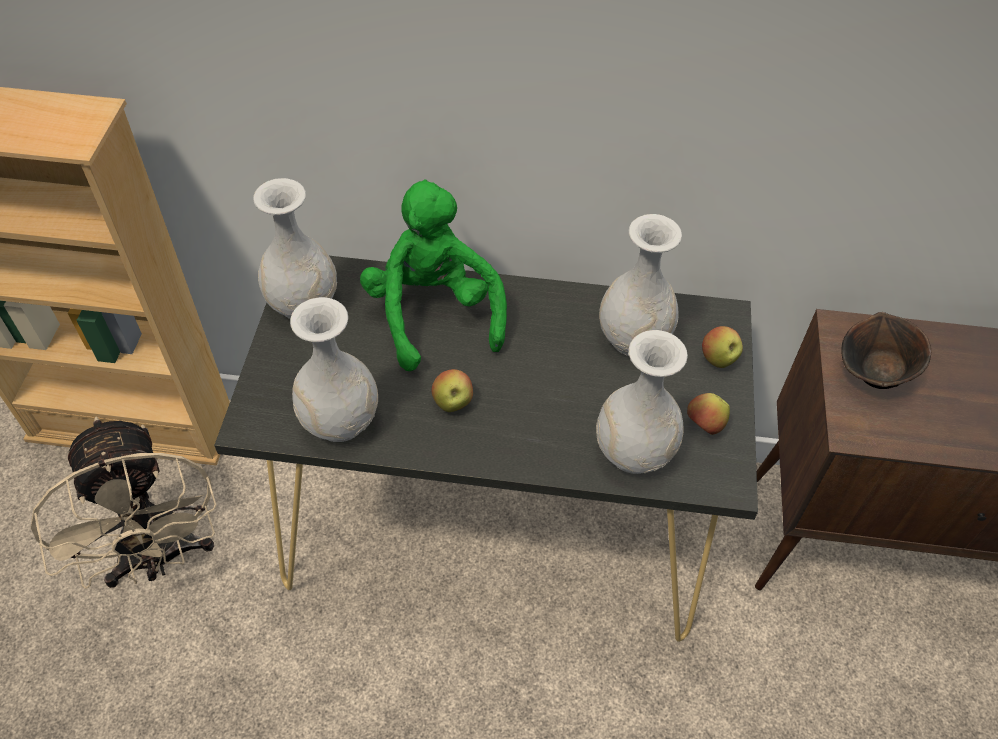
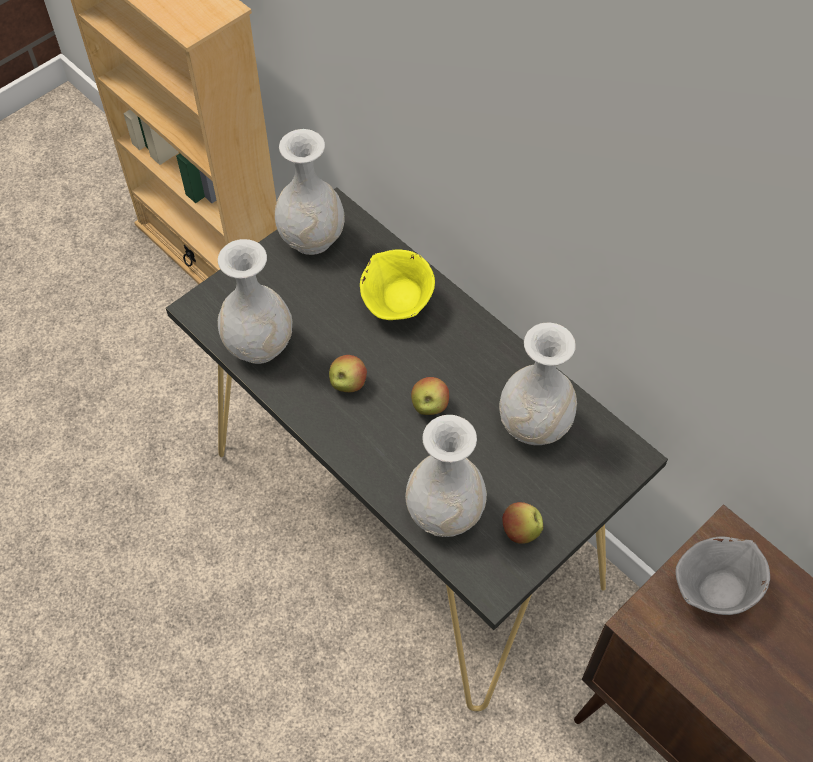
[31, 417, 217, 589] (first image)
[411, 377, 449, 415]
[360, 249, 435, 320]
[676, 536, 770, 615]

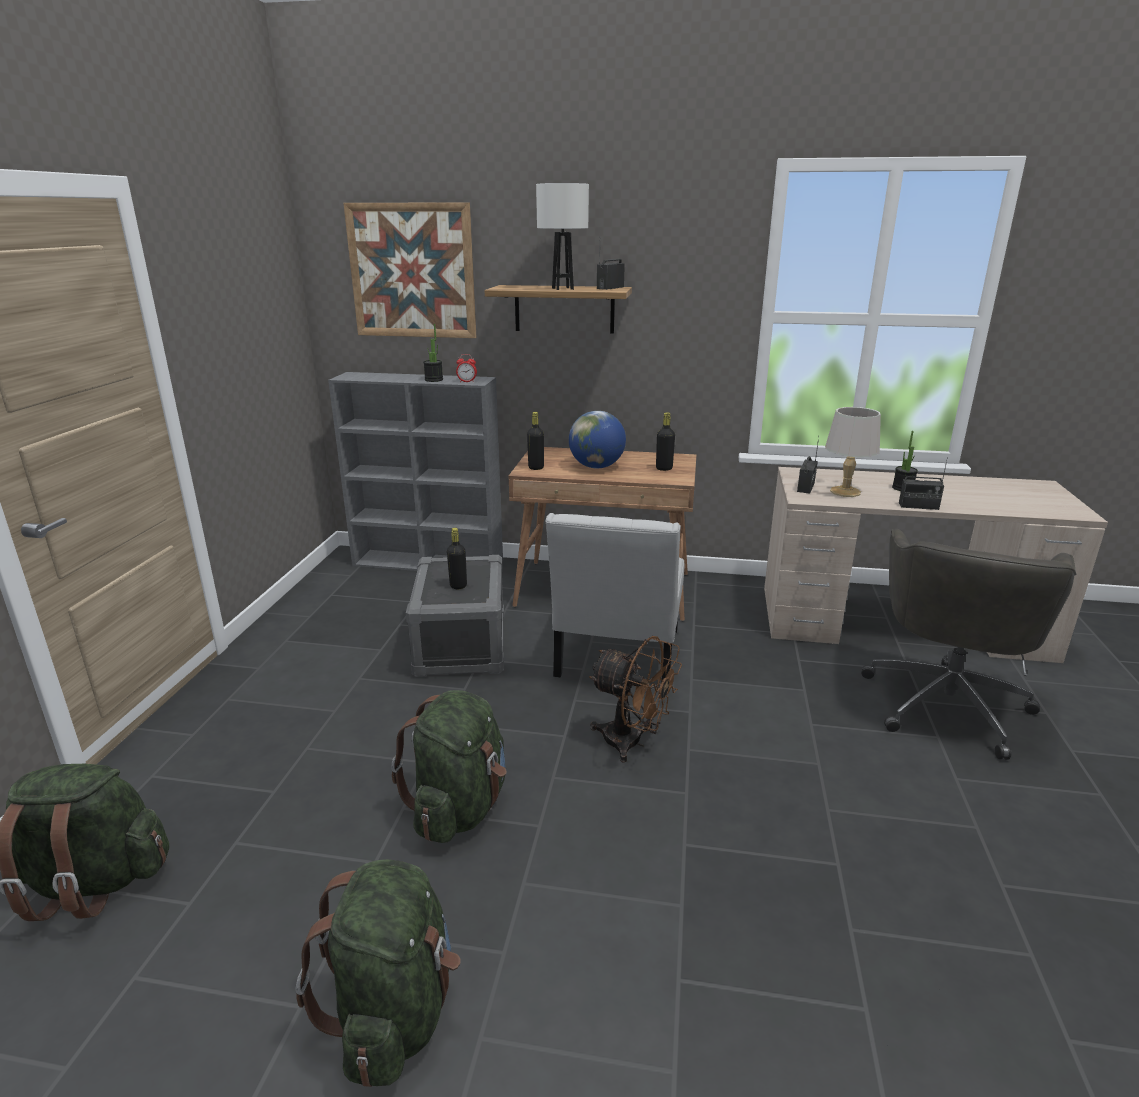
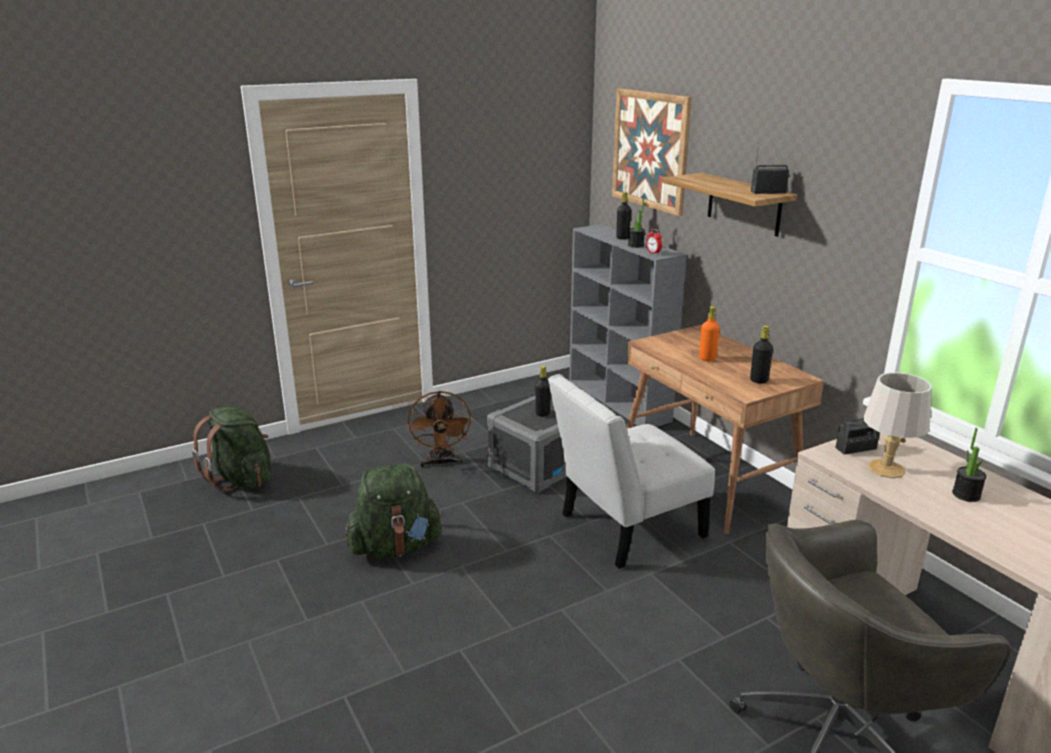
[296, 859, 461, 1087] (first image)
[536, 183, 589, 290] (first image)
[899, 457, 948, 510] (first image)
[616, 192, 631, 239]
[408, 391, 472, 468]
[699, 306, 720, 361]

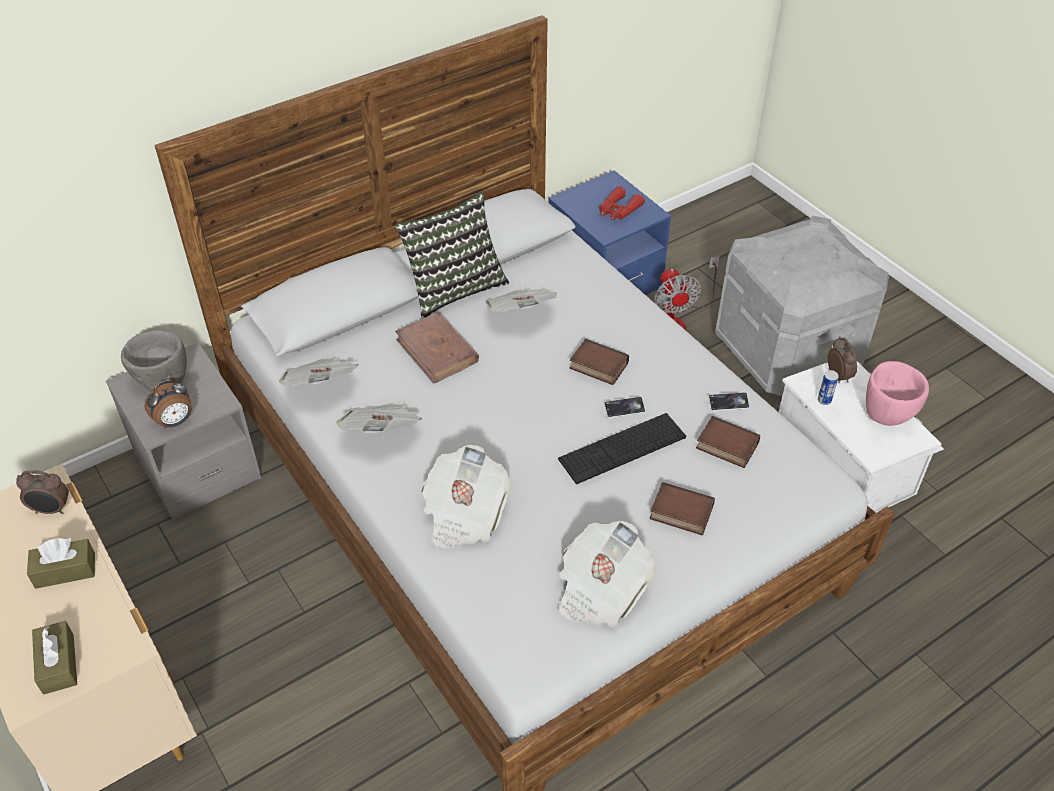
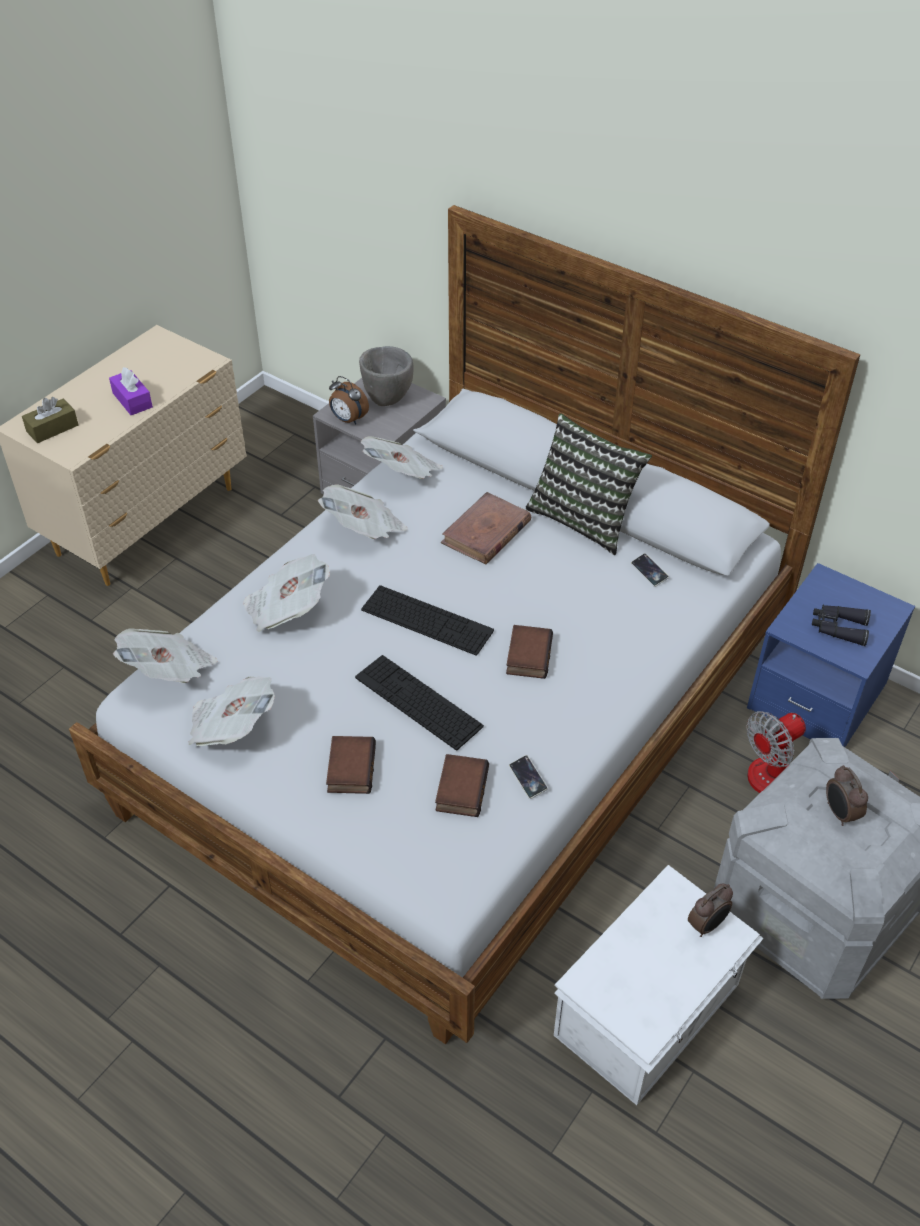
[818, 370, 839, 405] (first image)
[866, 361, 929, 426] (first image)
[361, 585, 494, 656]
[826, 765, 868, 826]
[113, 628, 217, 683]
[631, 553, 669, 587]
[109, 367, 153, 415]
[812, 605, 871, 646]

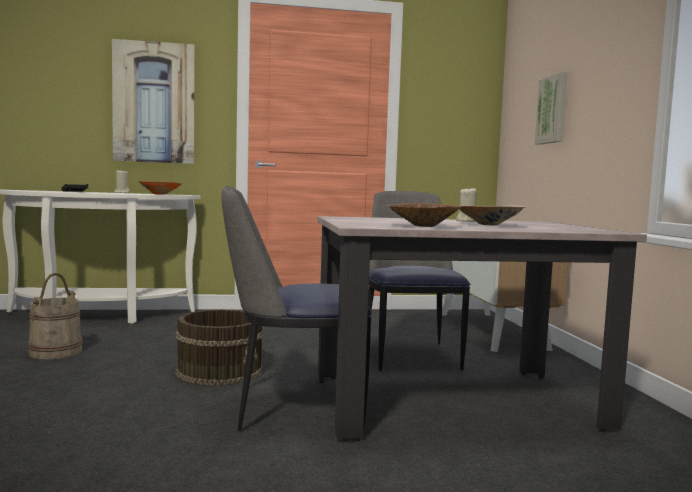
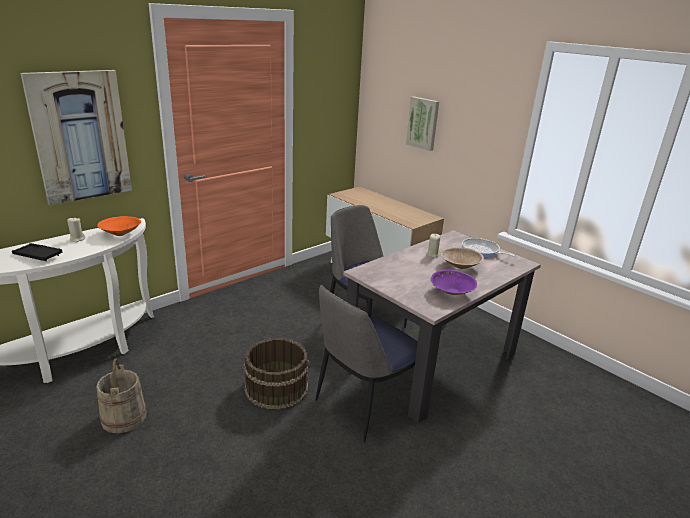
[462, 238, 517, 257]
[431, 270, 477, 295]

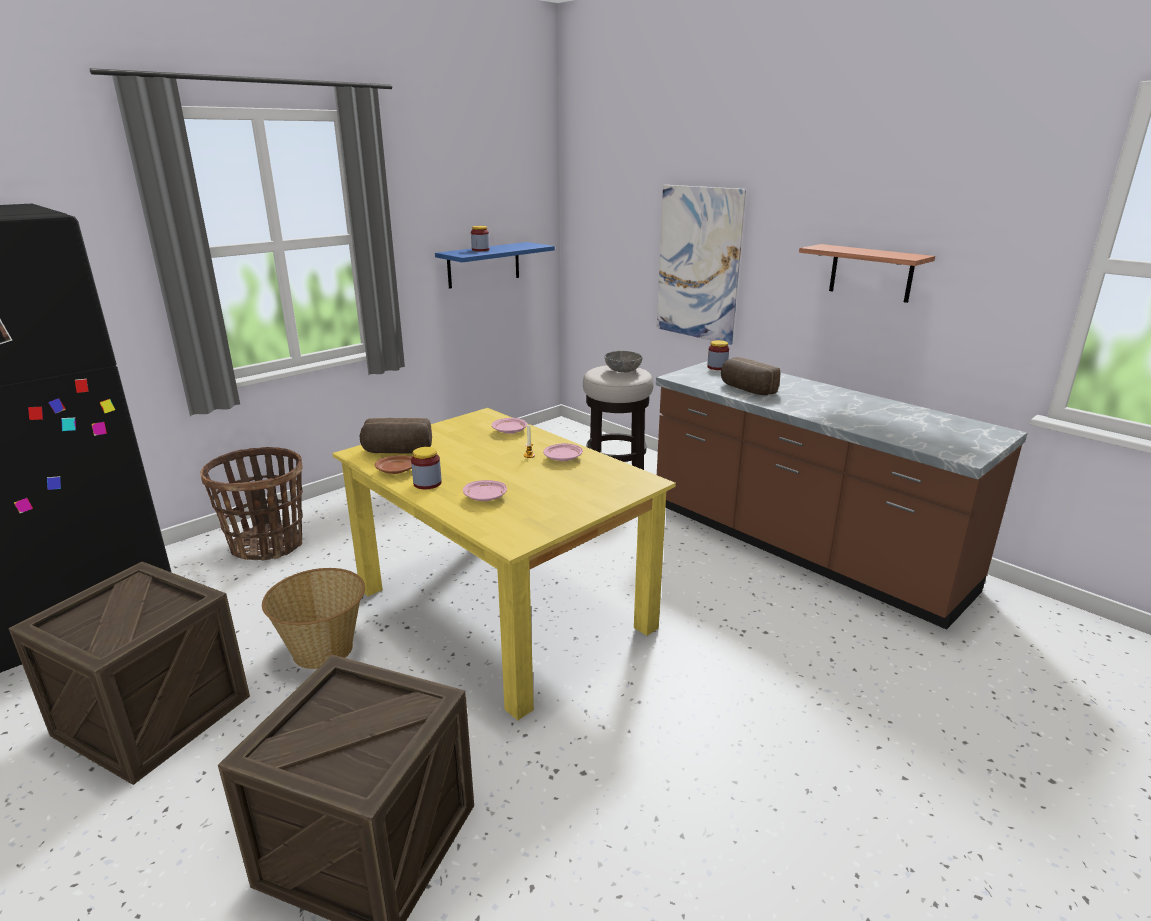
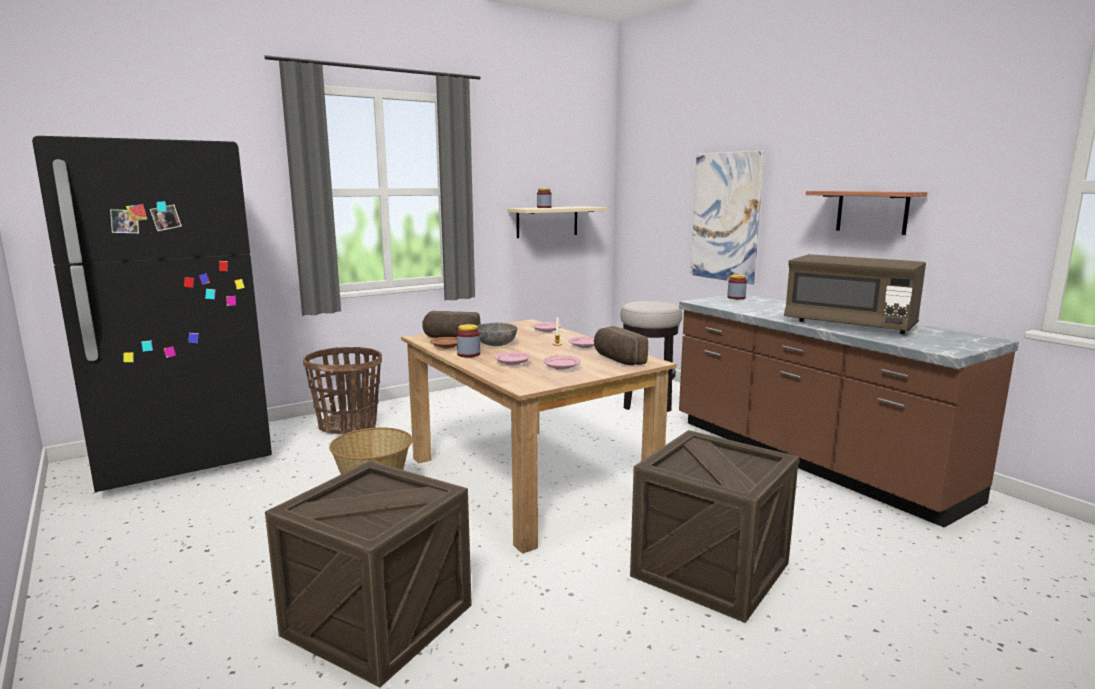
[543, 355, 580, 370]
[784, 254, 926, 334]
[630, 430, 799, 623]
[477, 323, 517, 346]
[594, 326, 648, 365]
[401, 319, 677, 554]
[507, 206, 607, 238]

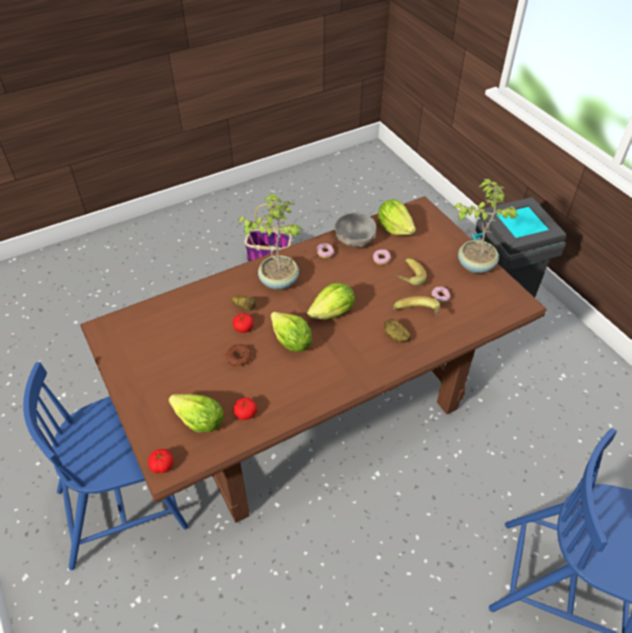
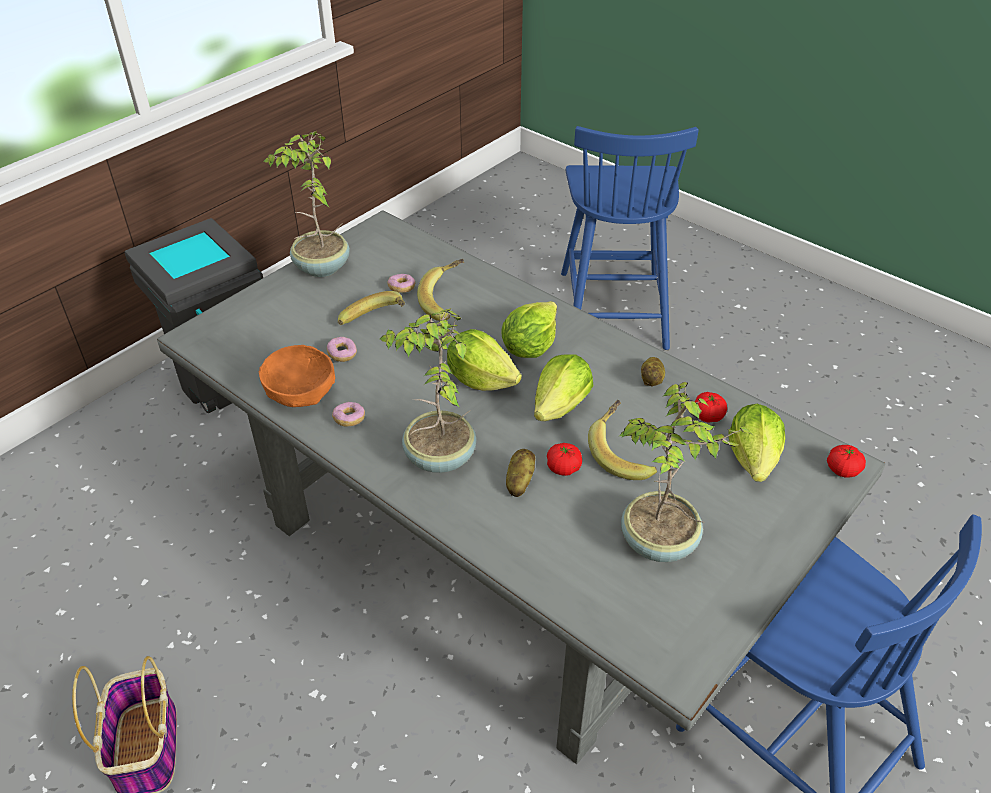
[618, 382, 754, 562]
[501, 301, 557, 358]
[641, 357, 665, 386]
[588, 400, 657, 480]
[157, 210, 885, 764]
[259, 345, 335, 407]

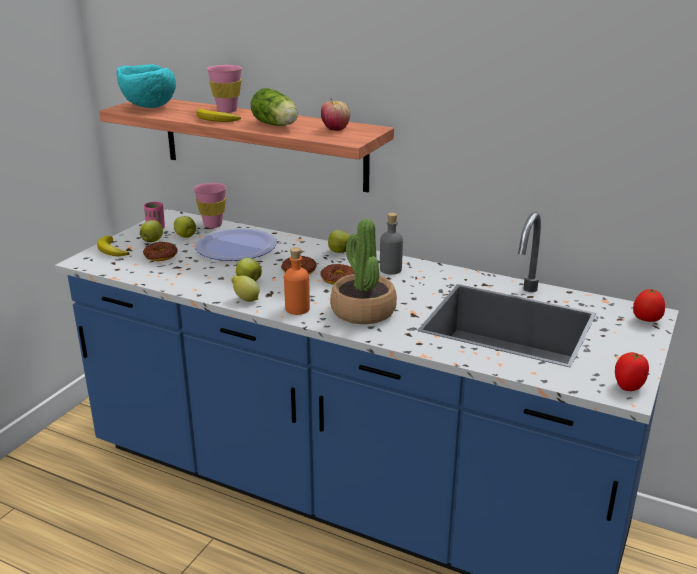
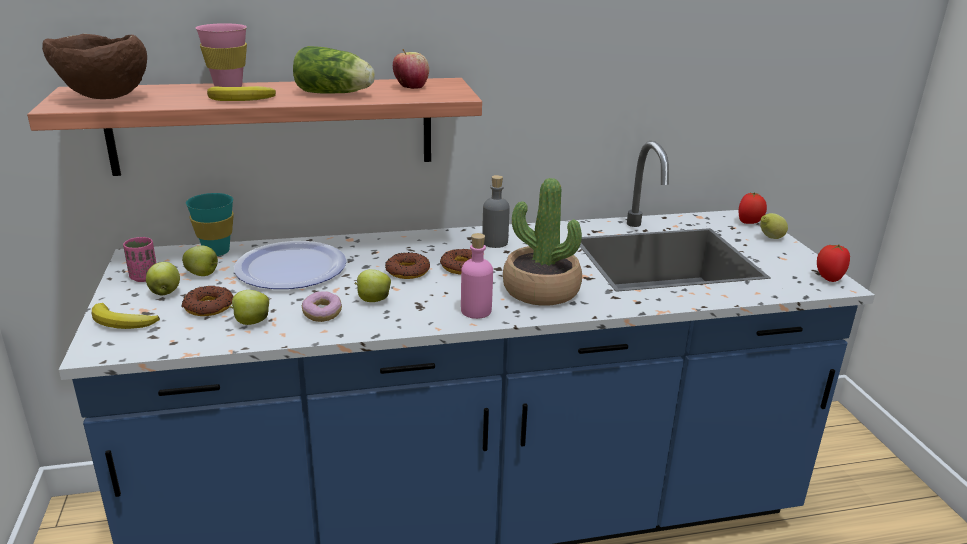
[302, 291, 342, 322]
[760, 213, 788, 239]
[229, 290, 269, 325]
[42, 34, 147, 99]
[186, 193, 234, 256]
[461, 233, 493, 319]

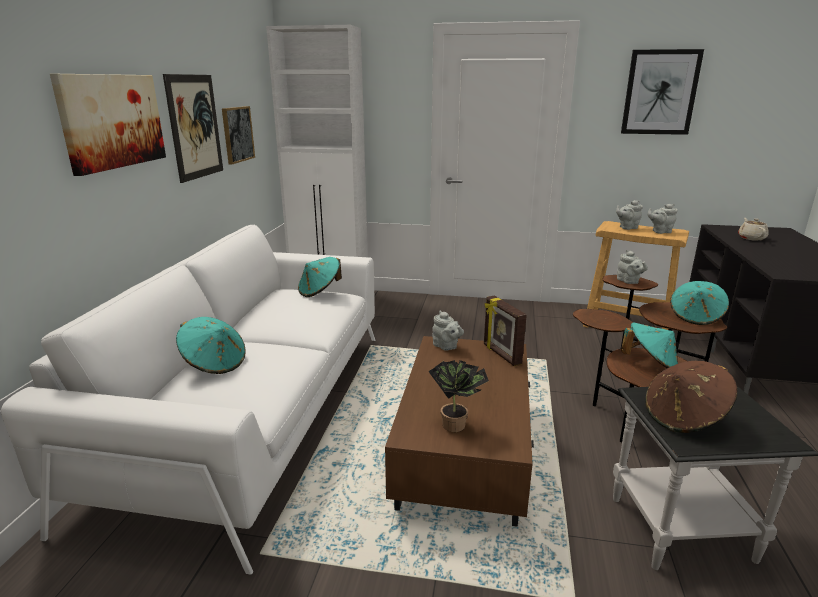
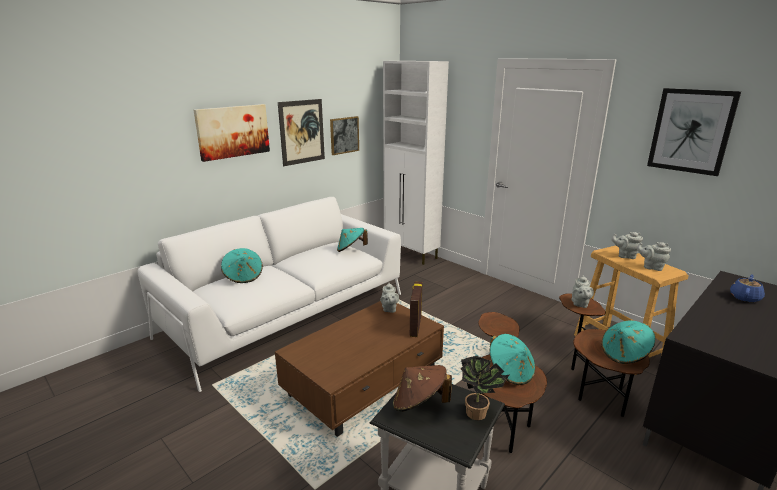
[460, 356, 509, 420]
[730, 274, 765, 302]

